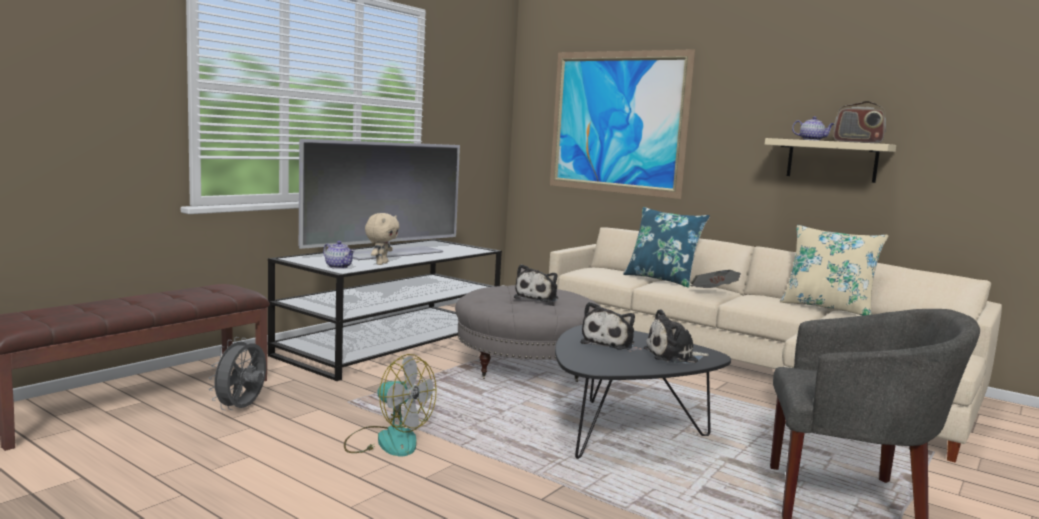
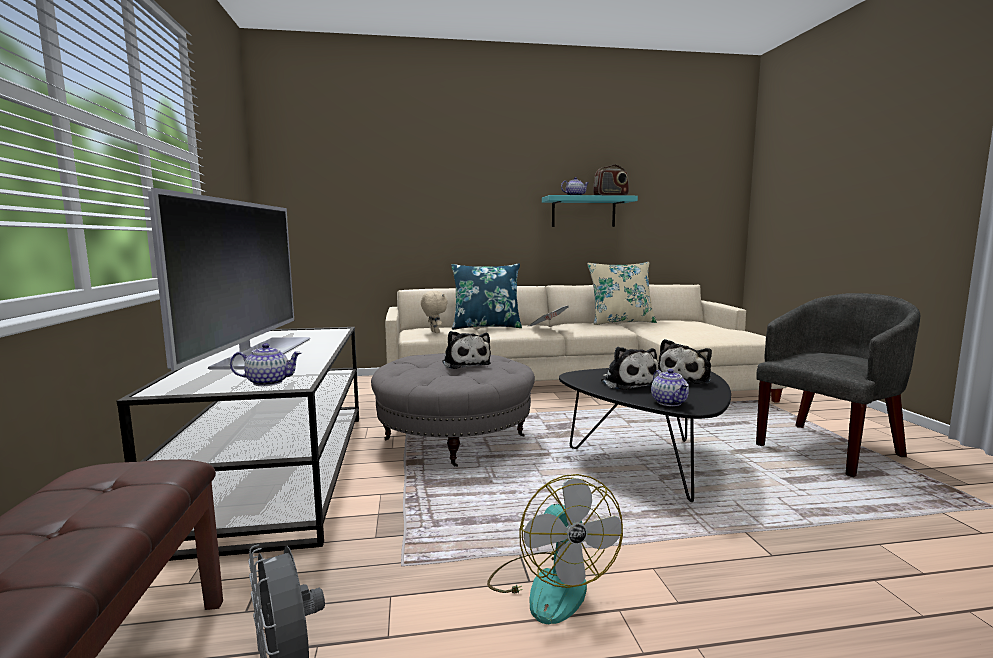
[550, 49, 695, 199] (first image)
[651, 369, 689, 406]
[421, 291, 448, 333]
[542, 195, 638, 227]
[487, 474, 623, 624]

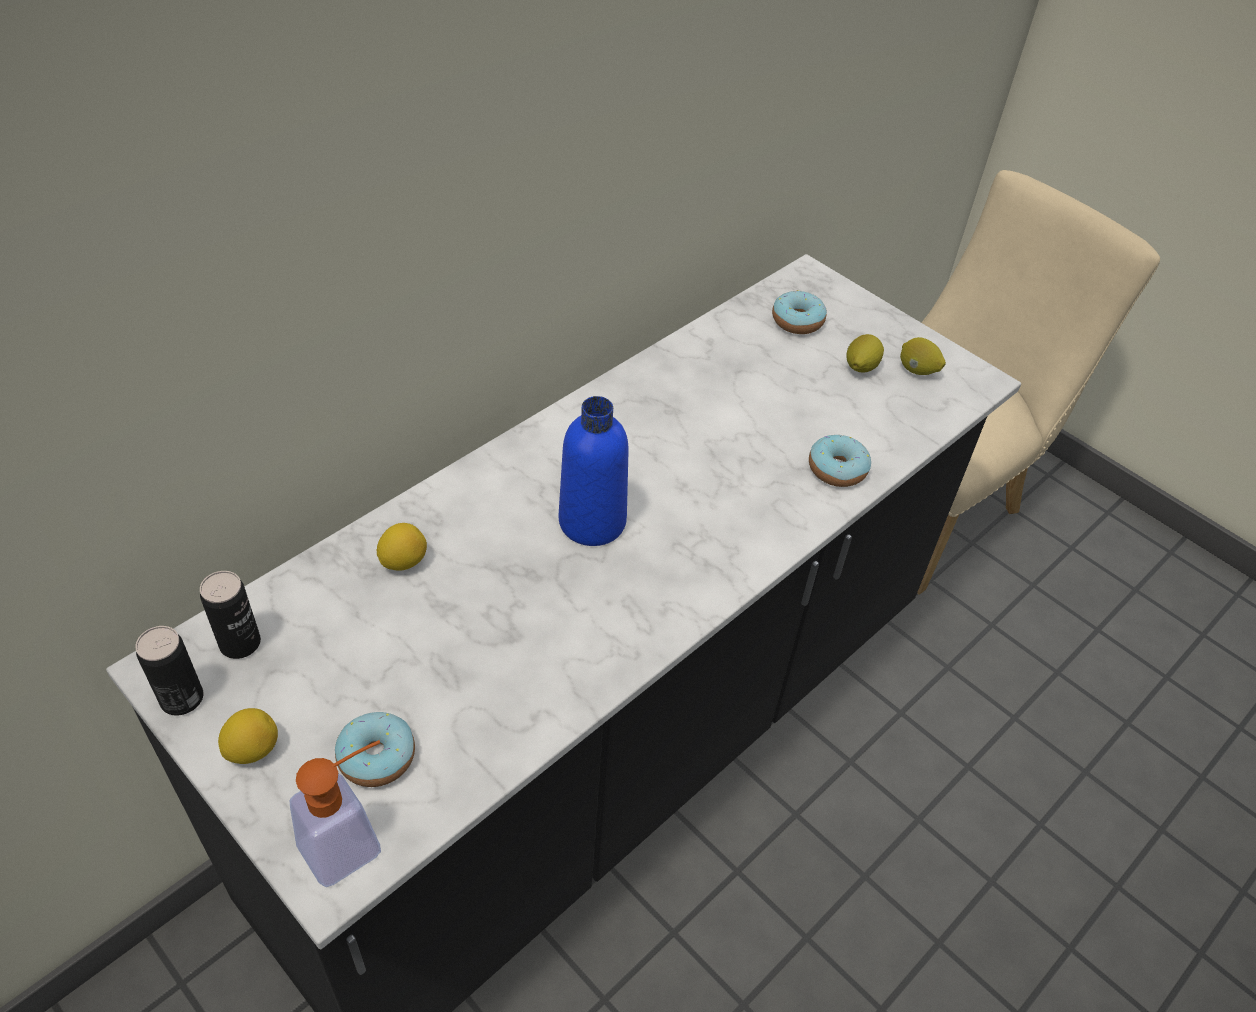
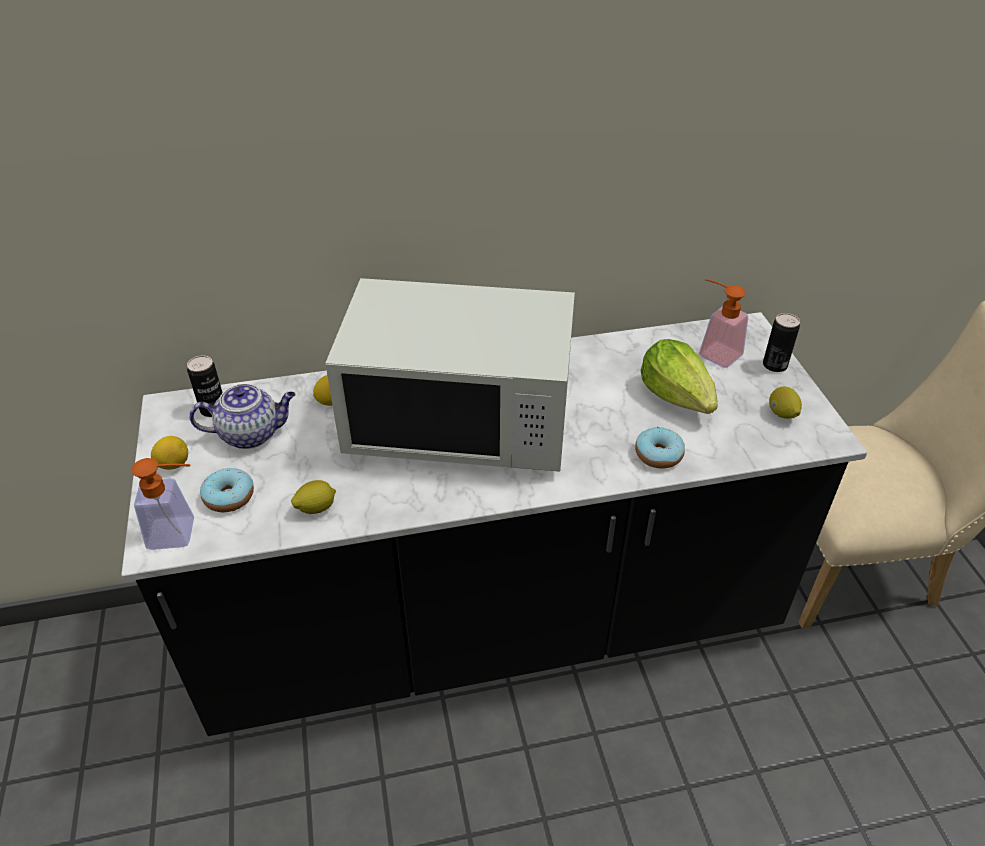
[189, 384, 296, 449]
[641, 339, 718, 414]
[763, 313, 800, 372]
[291, 480, 336, 514]
[325, 278, 575, 472]
[699, 279, 748, 368]

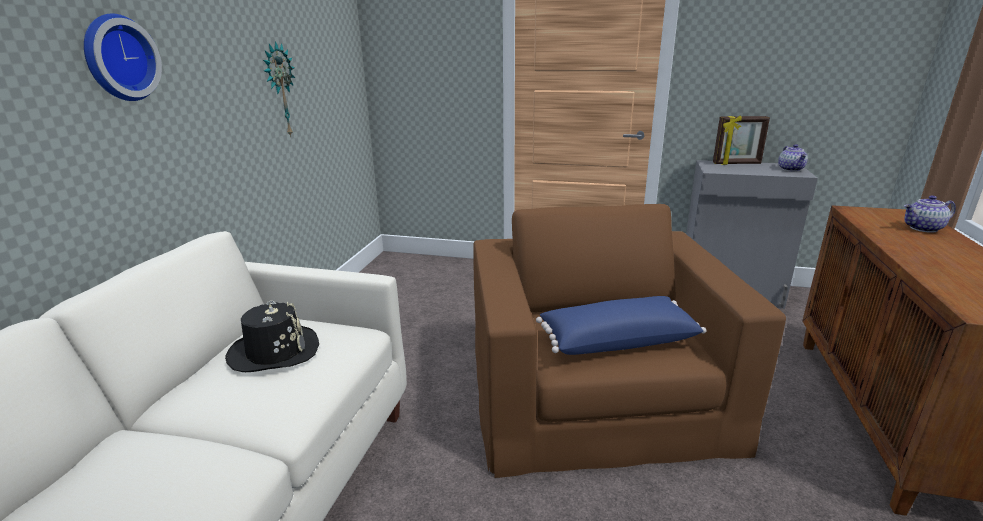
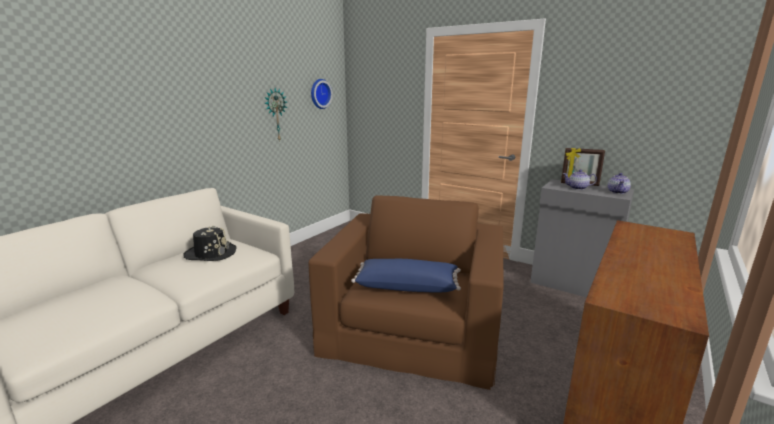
[311, 79, 333, 109]
[563, 169, 597, 190]

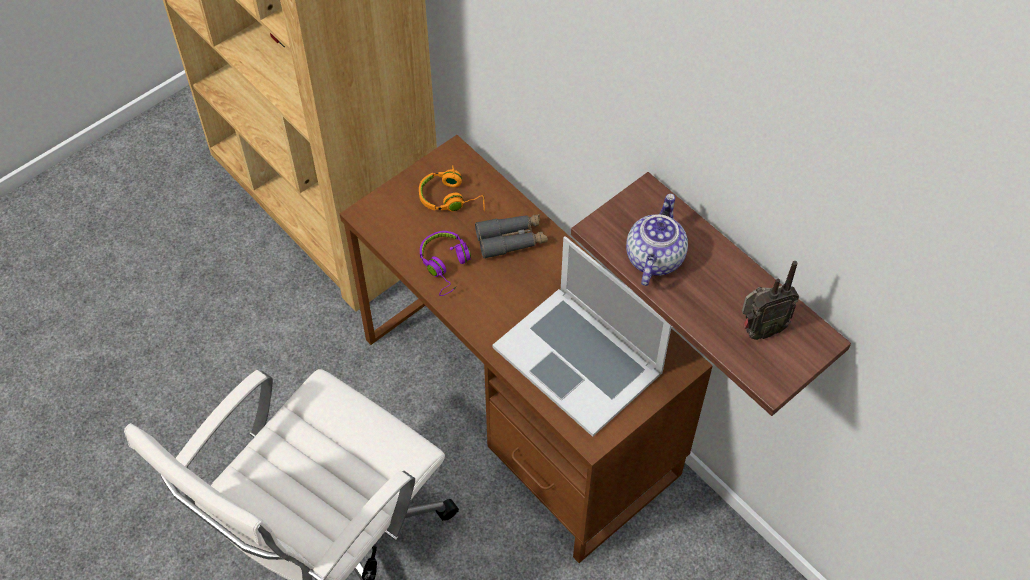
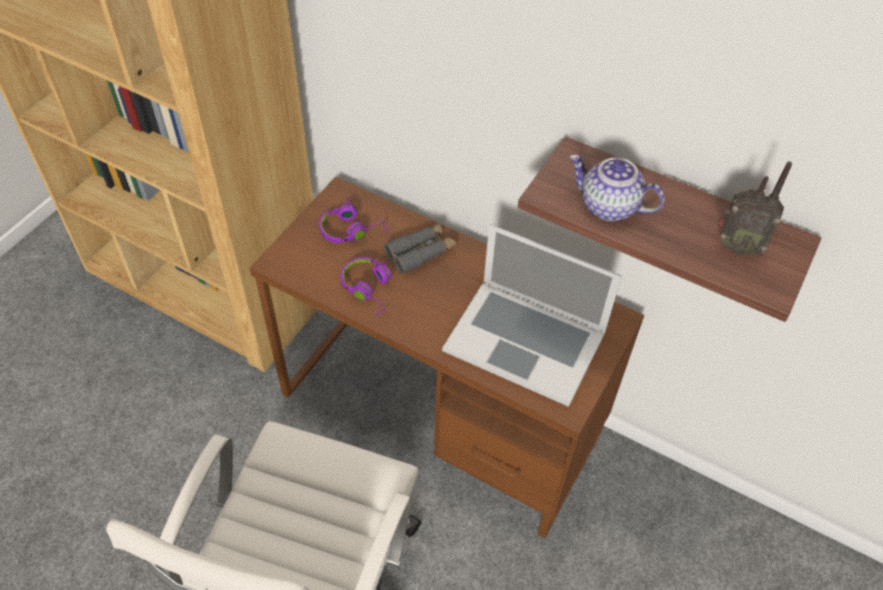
[319, 198, 389, 243]
[569, 154, 665, 221]
[719, 161, 792, 256]

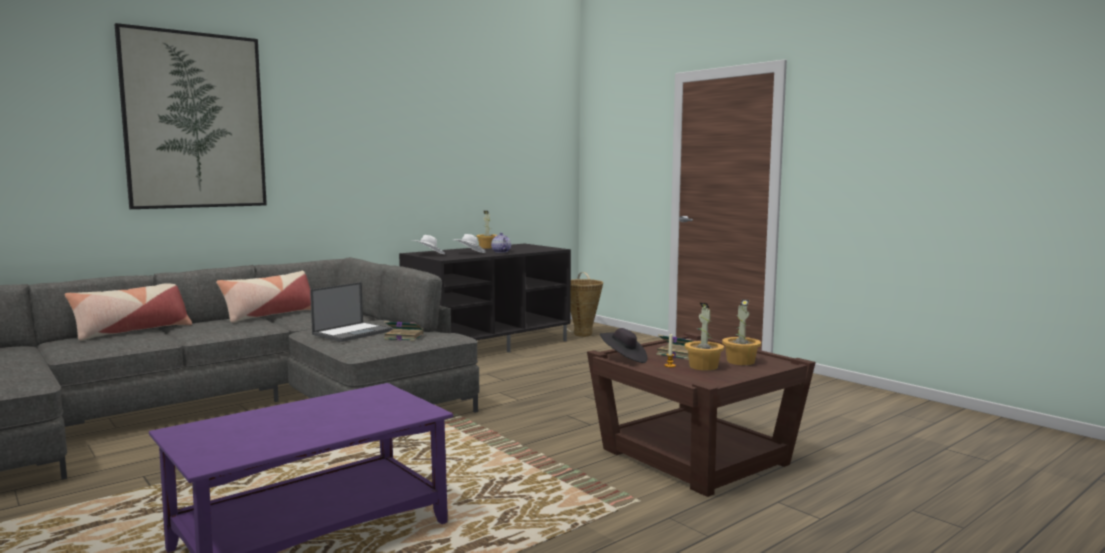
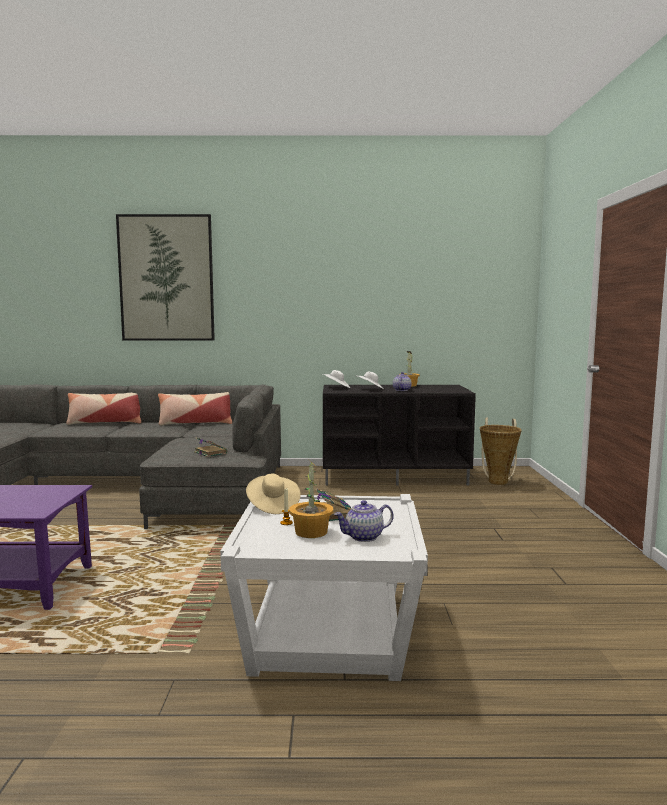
[310, 282, 392, 342] (first image)
[334, 500, 394, 542]
[220, 494, 428, 681]
[246, 474, 301, 514]

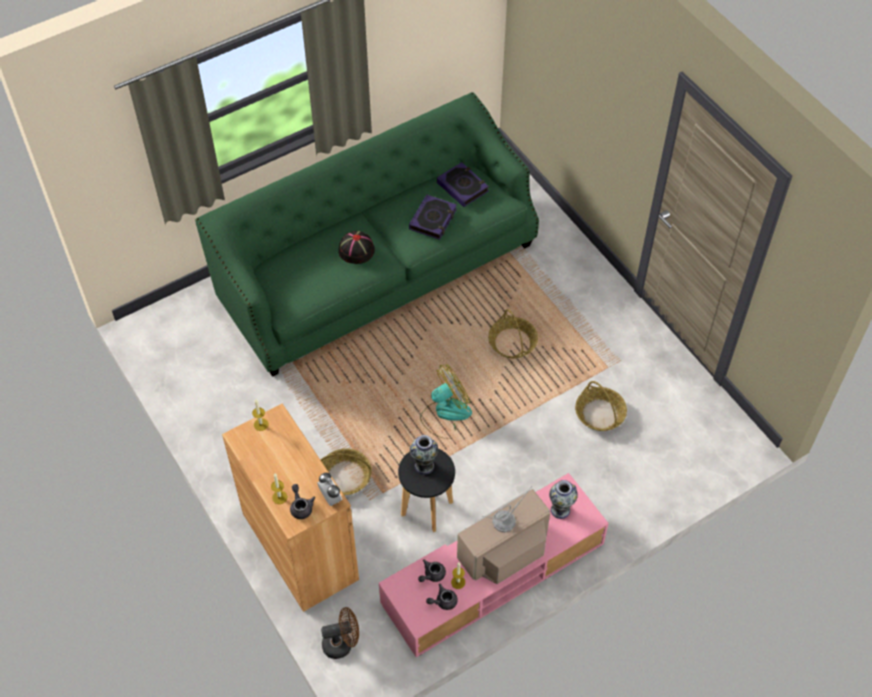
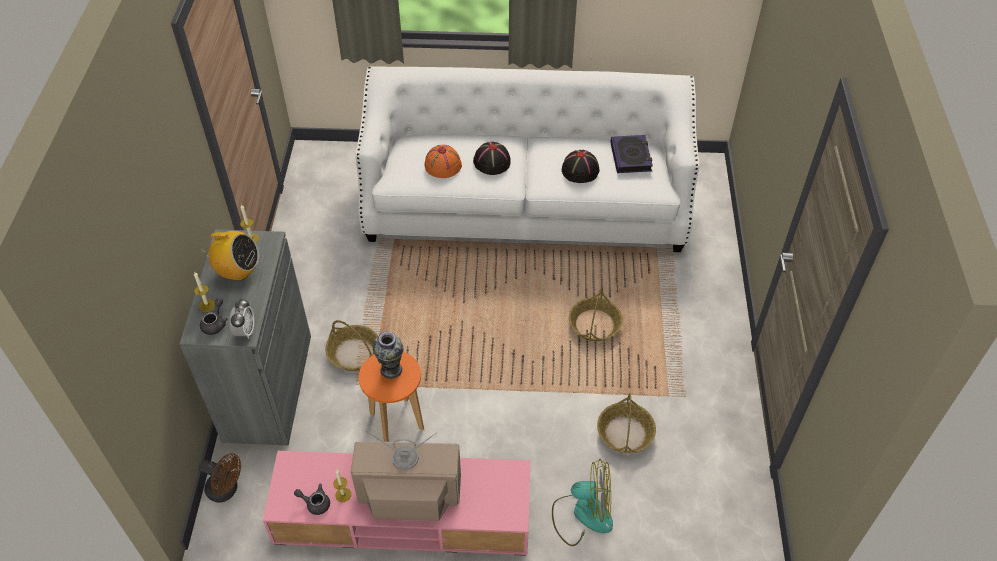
[418, 559, 446, 582] (first image)
[549, 480, 578, 519] (first image)
[200, 231, 259, 281]
[424, 144, 462, 178]
[552, 459, 613, 546]
[562, 150, 599, 183]
[355, 66, 699, 252]
[180, 229, 311, 445]
[359, 352, 424, 442]

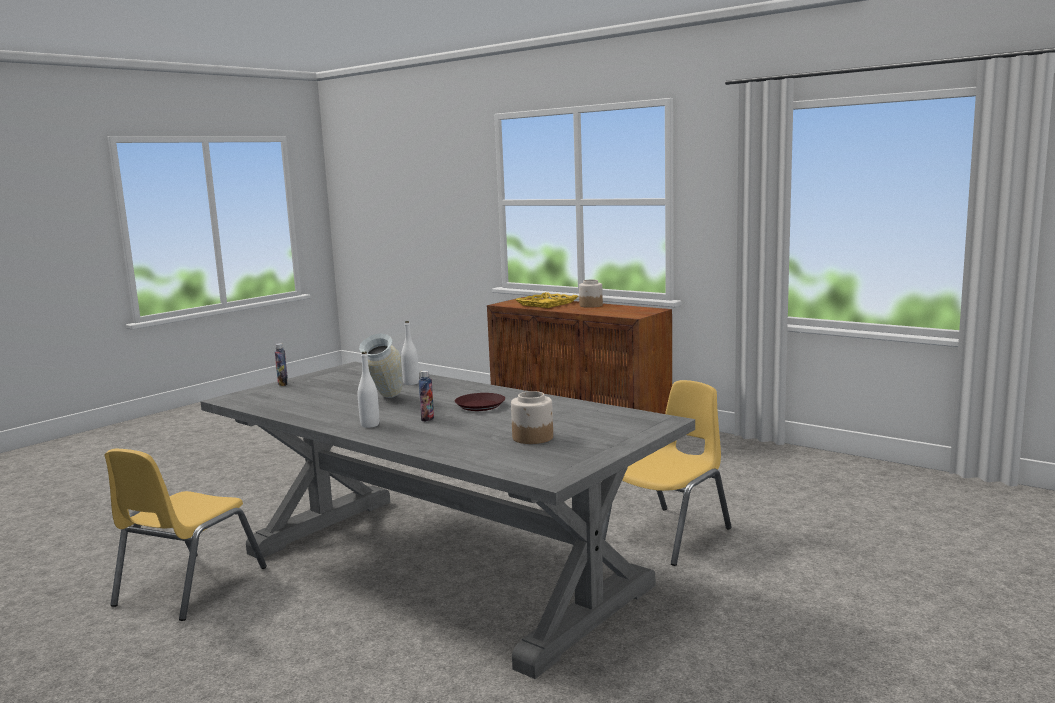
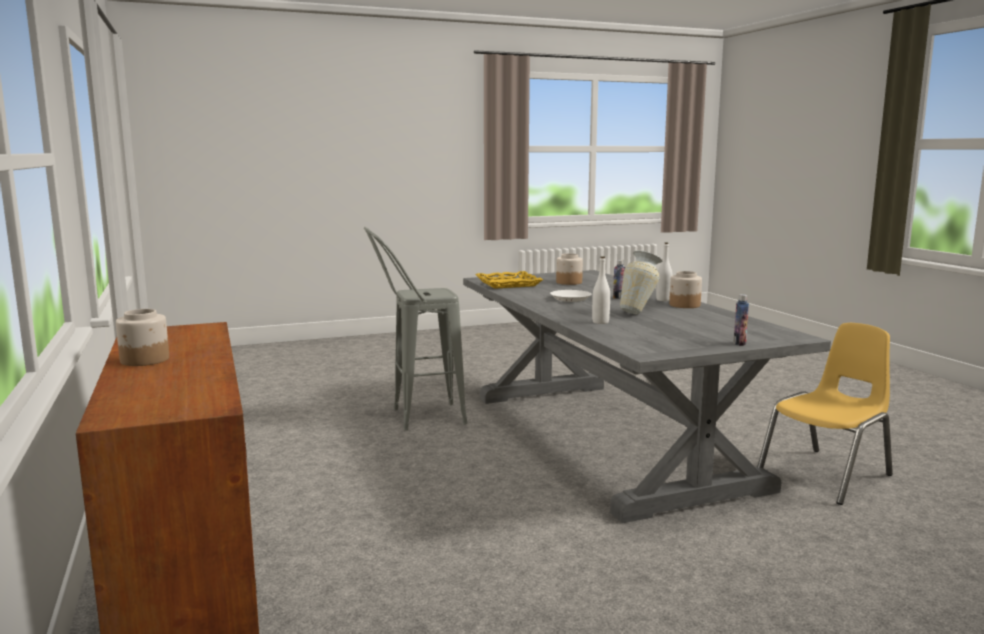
[669, 271, 702, 308]
[475, 271, 543, 289]
[364, 227, 467, 431]
[550, 290, 591, 302]

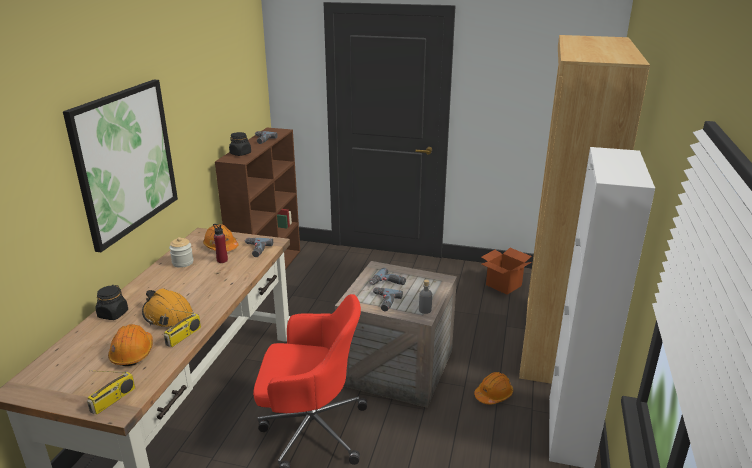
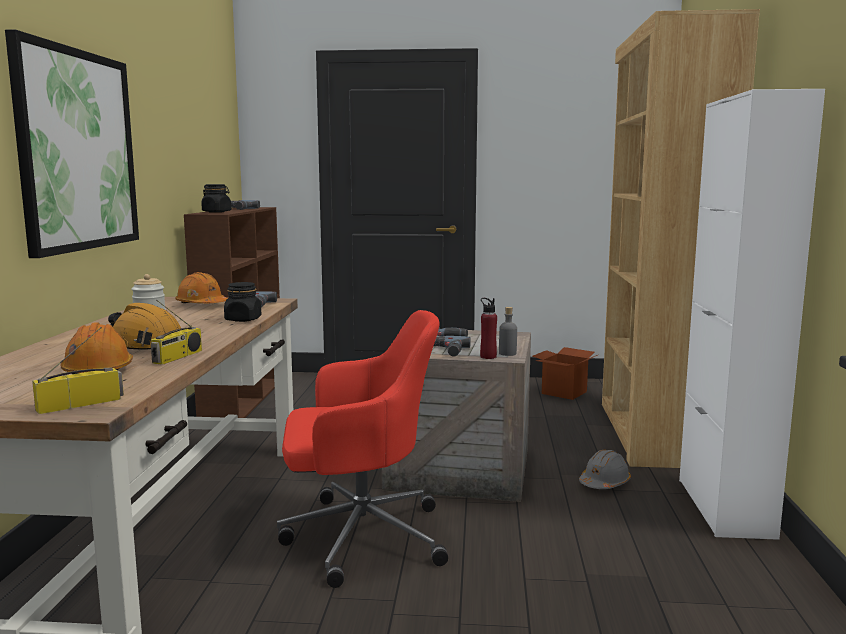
[224, 282, 262, 322]
[480, 298, 497, 359]
[579, 450, 631, 489]
[32, 327, 124, 414]

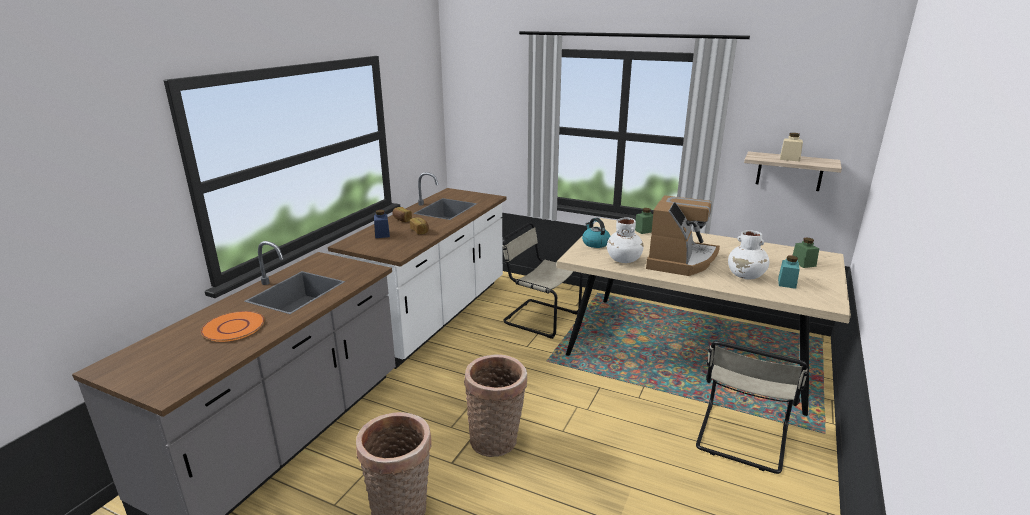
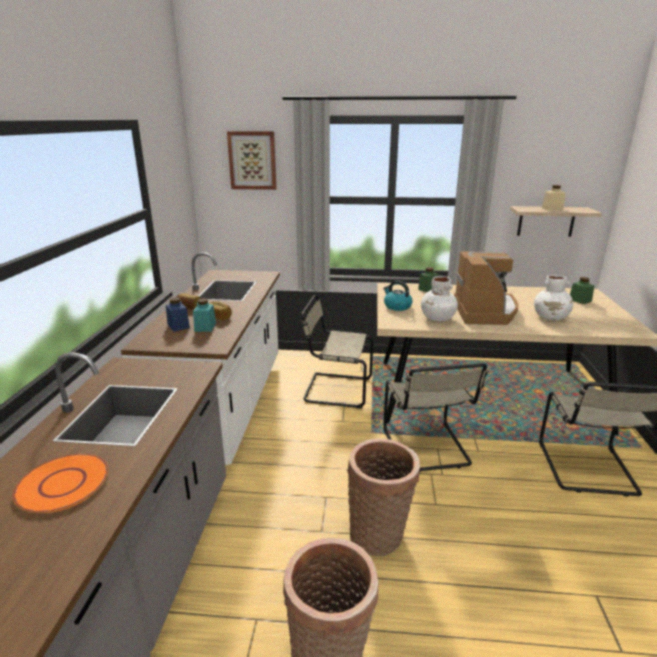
[227, 131, 276, 190]
[384, 363, 488, 472]
[193, 298, 216, 332]

